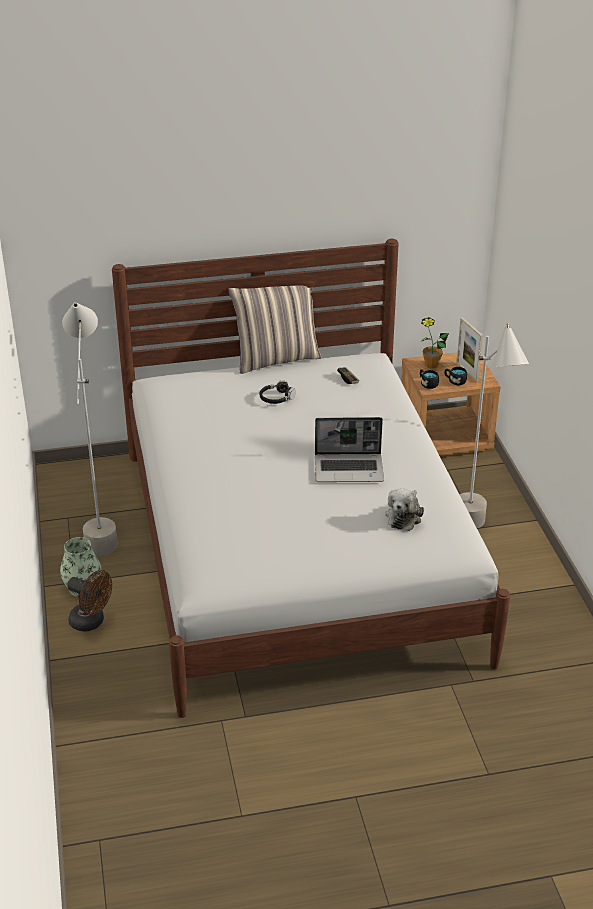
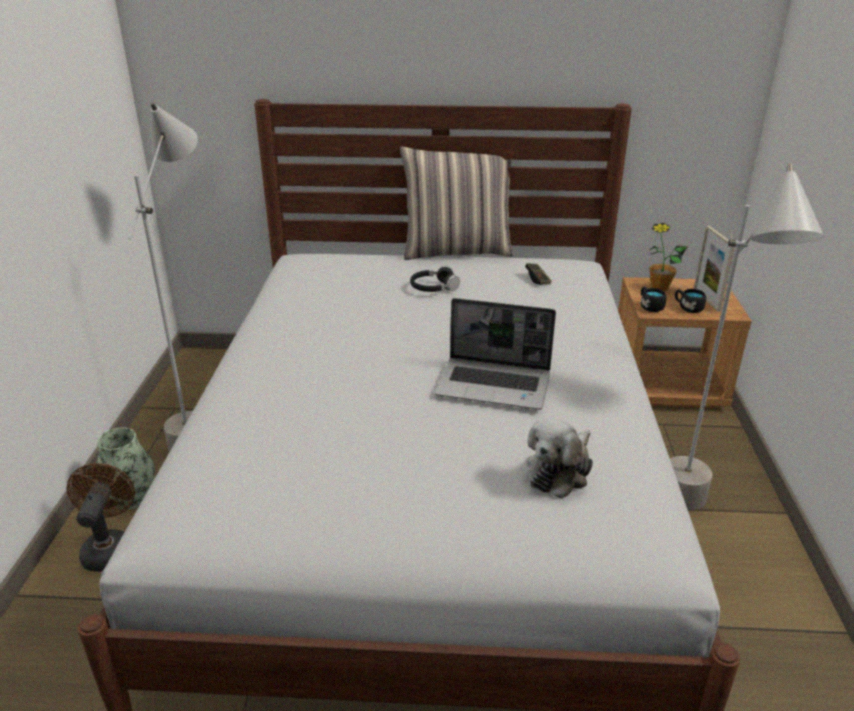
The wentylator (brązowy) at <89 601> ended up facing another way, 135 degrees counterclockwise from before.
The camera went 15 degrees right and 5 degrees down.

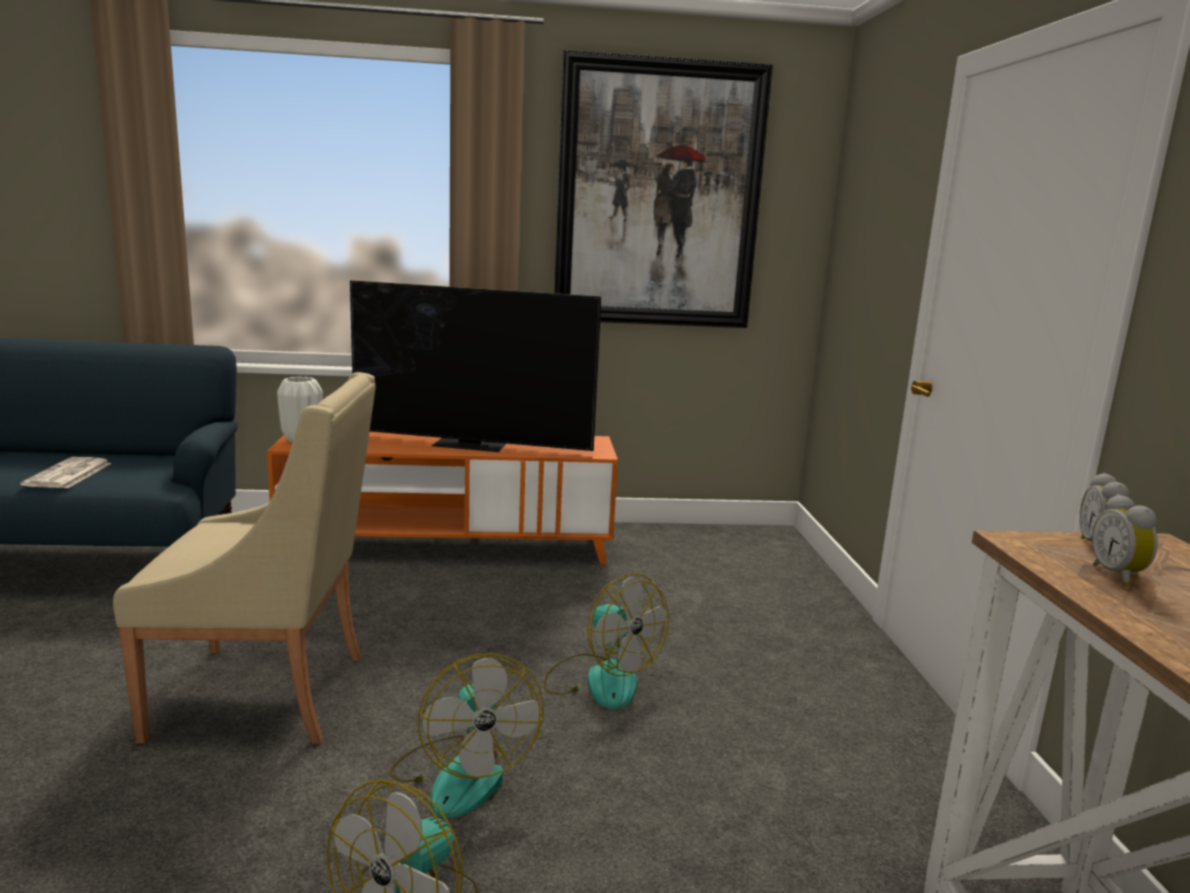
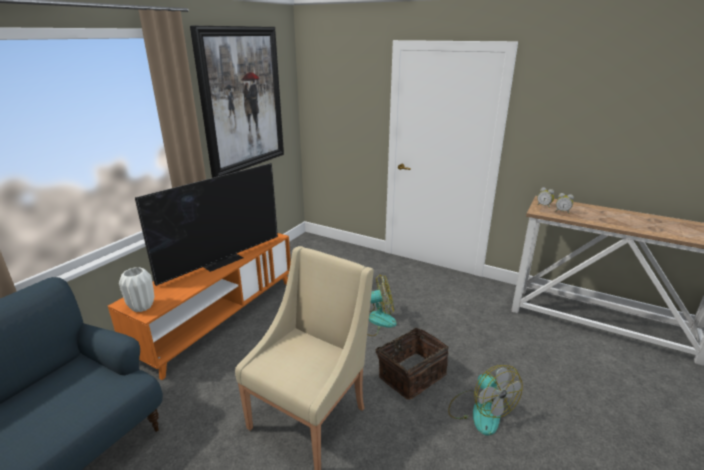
The second view lost the gazeta at <66 472>.
Where the wentylator stood at <466 735>, the koszyk came to stand at <410 363>.
The camera went 55 degrees left and 10 degrees up.

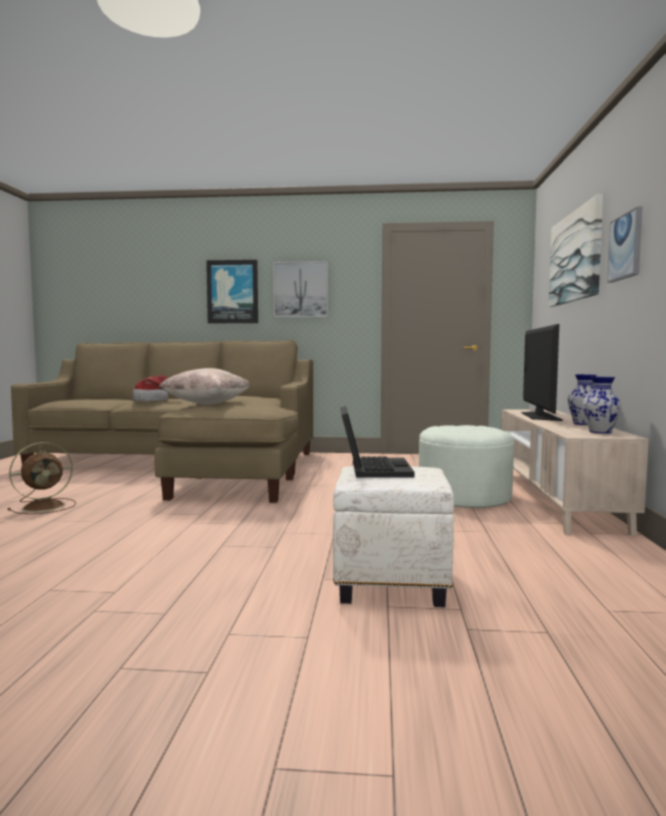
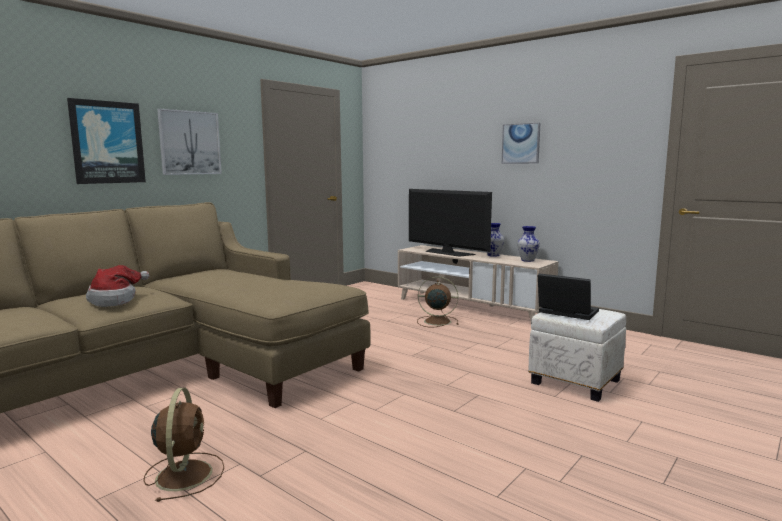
The second view lost the obraz at <576 250>.
The second view lost the poduszka (beżowy) at <204 386>.
Where the pufa (biały) stood at <466 466>, the wentylator (brązowy) came to stand at <437 302>.
The camera went 55 degrees left and 5 degrees up.

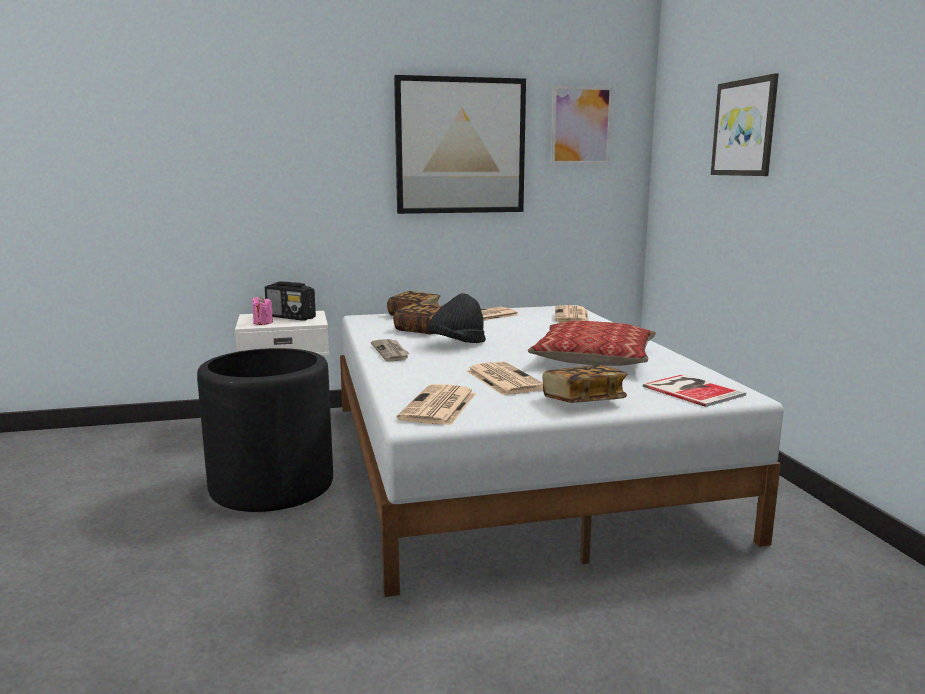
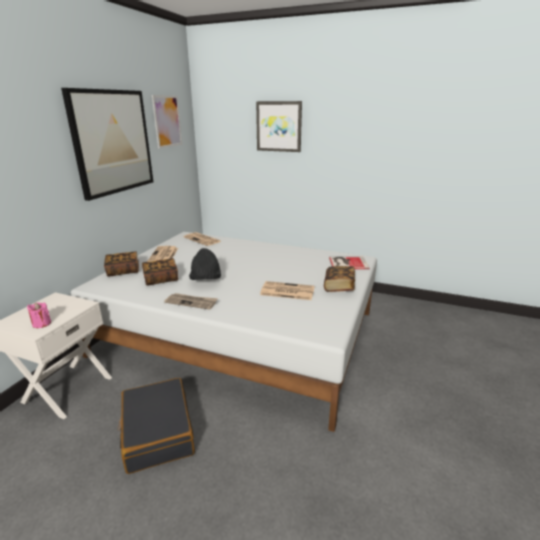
The second view lost the radio at <290 301>.
The second view lost the poduszka at <592 343>.
Where the donica (czarny) stood at <265 430>, the walizka (czarny) came to stand at <156 426>.
The second view lost the gazeta at <436 405>.
The camera went 55 degrees left and 10 degrees up.

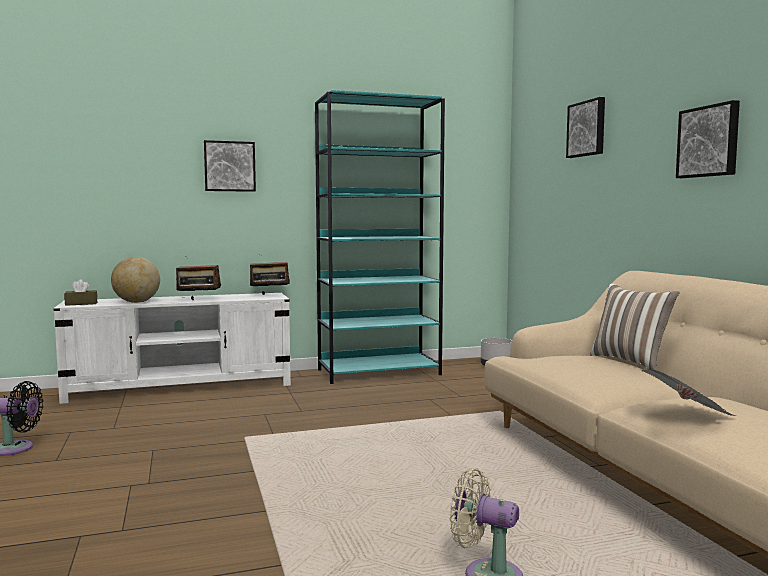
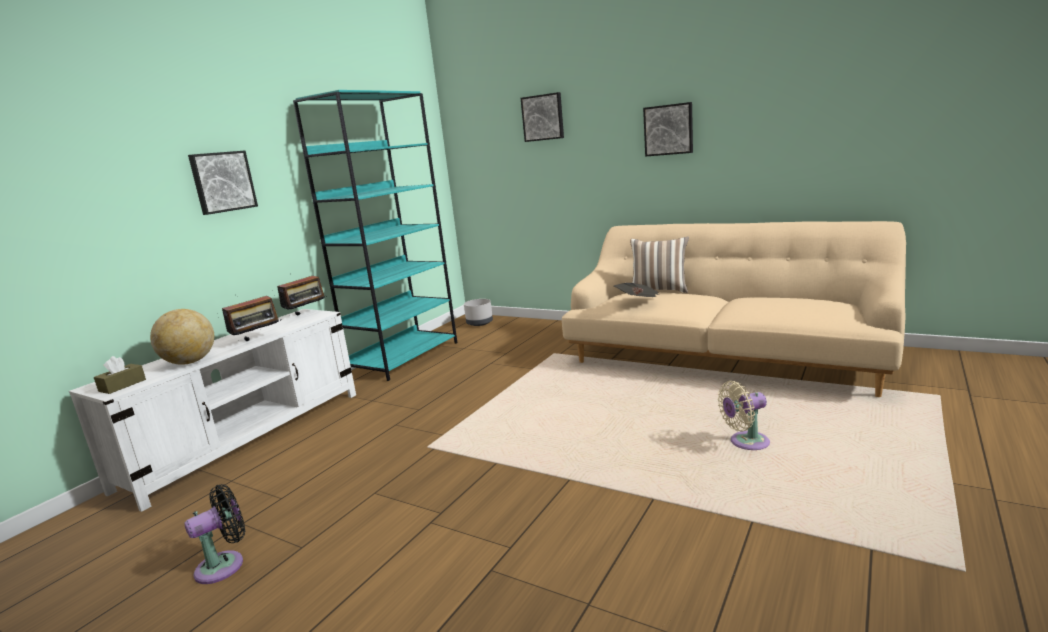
The gazeta ended up elsewhere, having gone from <688 392> to <636 290>.
The camera went 40 degrees left and 10 degrees up.

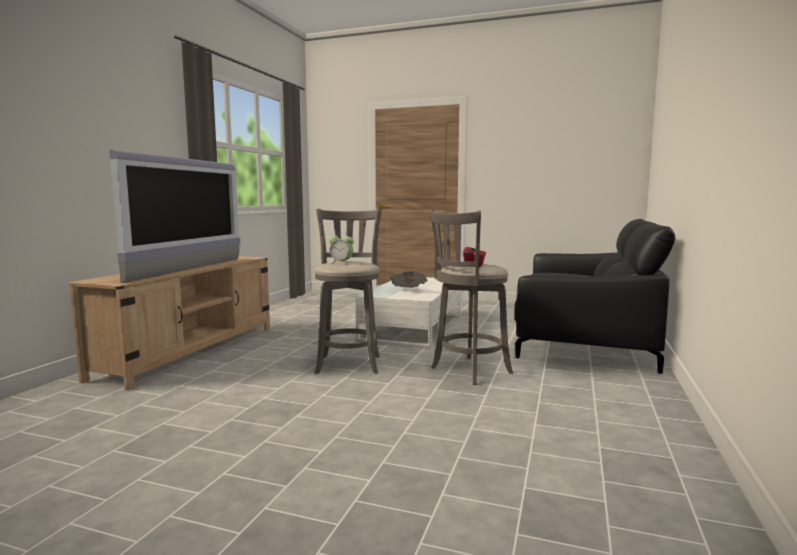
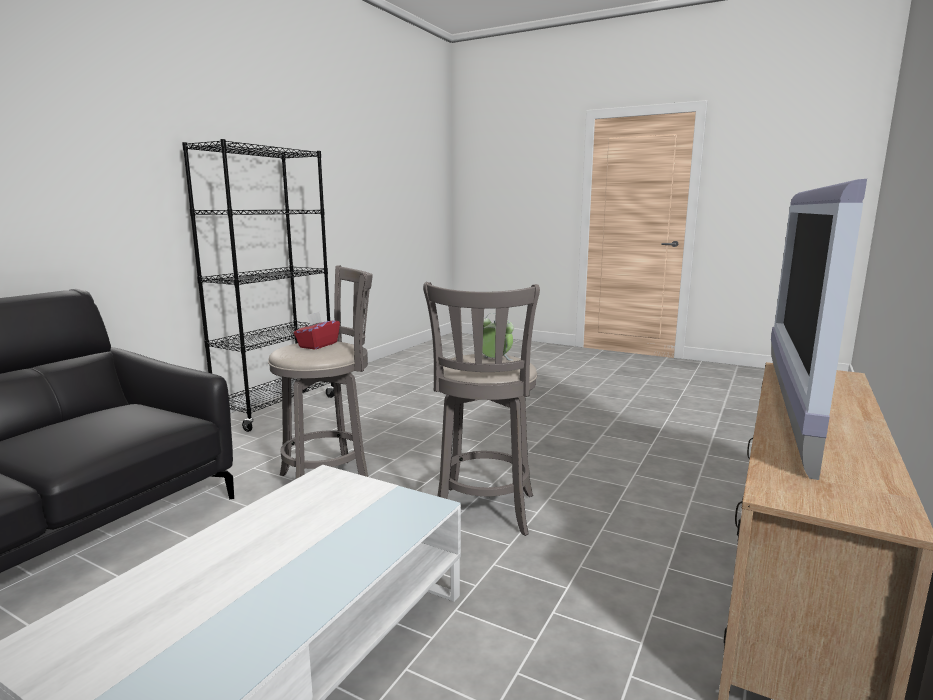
The second view lost the gazeta at <408 279>.
The second view gained the regał (czarny) at <258 285>.
The camera went 170 degrees left and 5 degrees up.

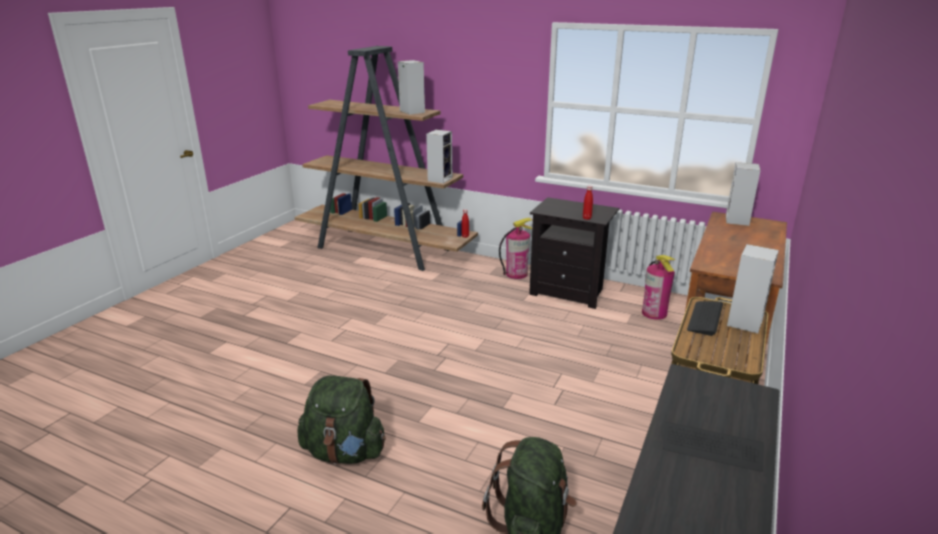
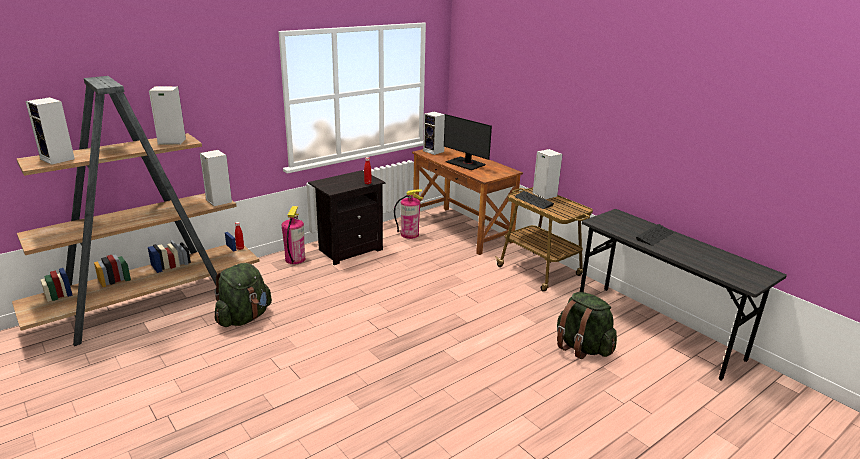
The plecak (zielony) ended up elsewhere, having gone from <341 420> to <243 295>.
The second view gained the głośnik at <50 131>.
The second view gained the monitor at <468 142>.
The camera went 65 degrees left and 0 degrees up.

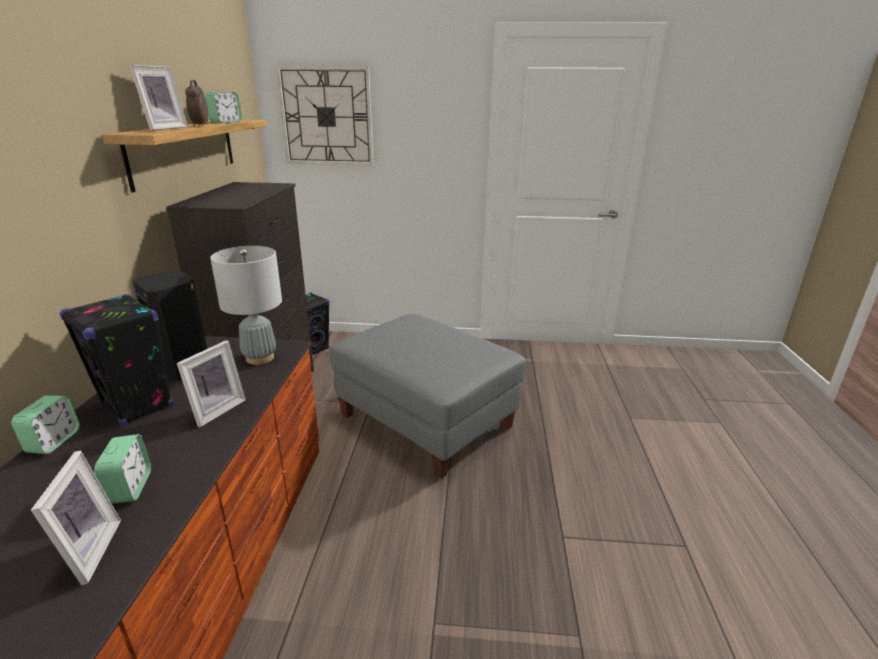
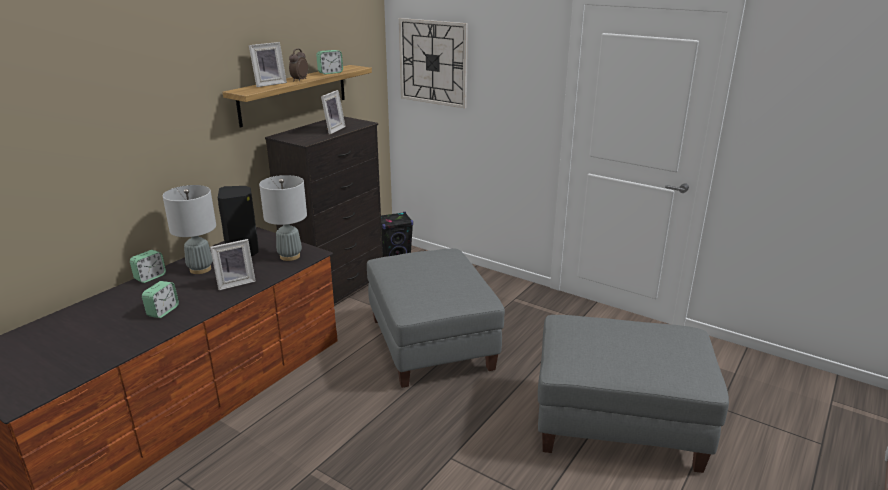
Where the głośnik (czarny) stood at <116 360>, the lampa stołowa (szary) came to stand at <189 229>.
The ramka na zdjęcie ended up elsewhere, having gone from <76 518> to <333 112>.
The second view gained the pufa (szary) at <633 394>.
The camera went 30 degrees right and 0 degrees up.

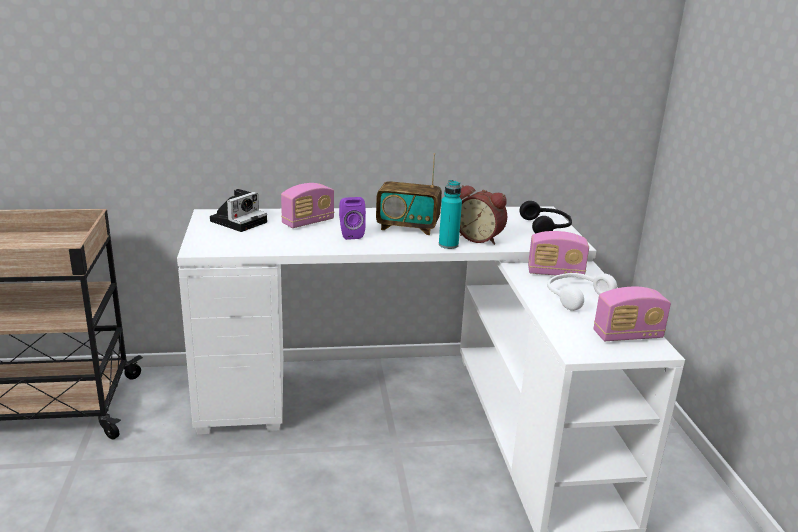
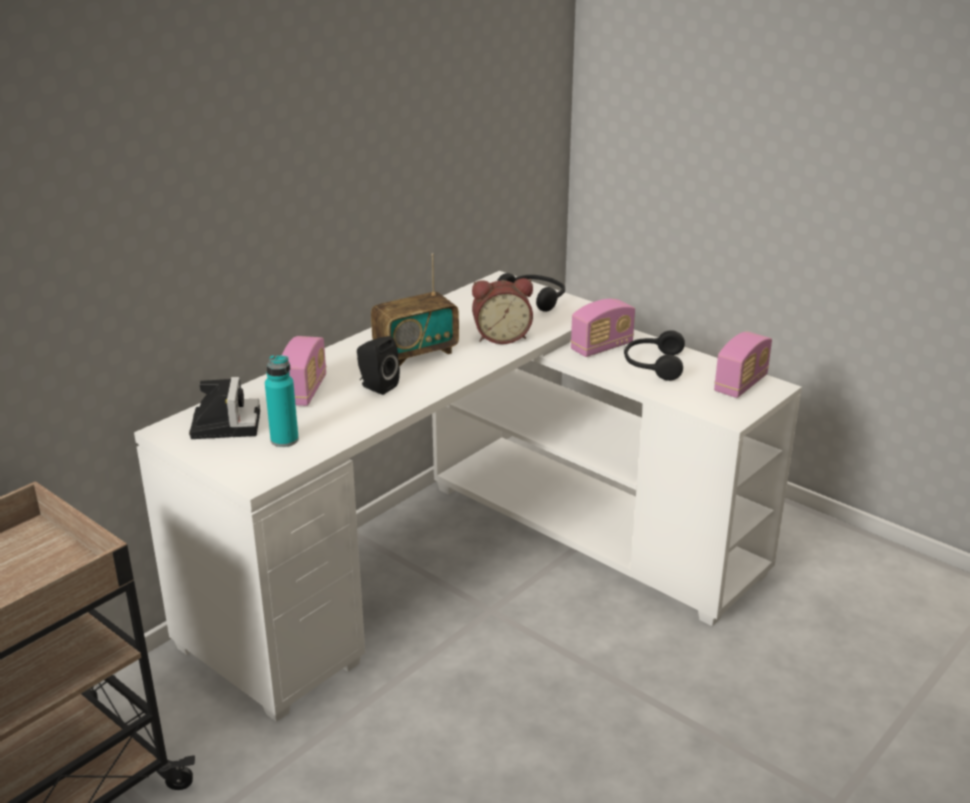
The butelka (turkusowy) ended up elsewhere, having gone from <450 214> to <282 401>.
What was the głośnik (fioletowy) at <352 218> turned into the głośnik (czarny) at <378 365>.
What was the słuchawki (biały) at <582 292> turned into the słuchawki (czarny) at <654 355>.
The camera went 40 degrees left and 5 degrees up.

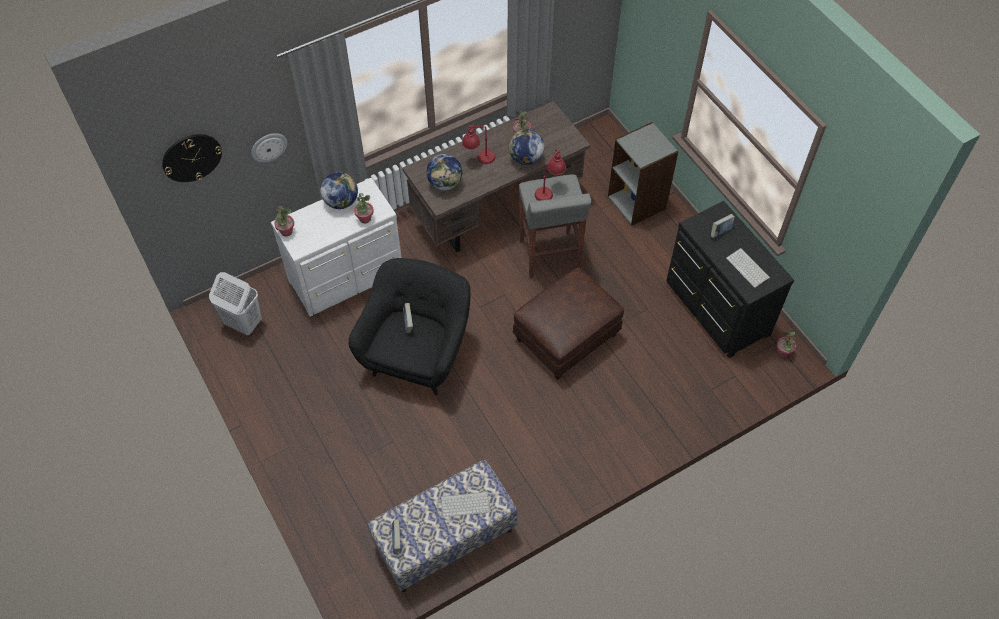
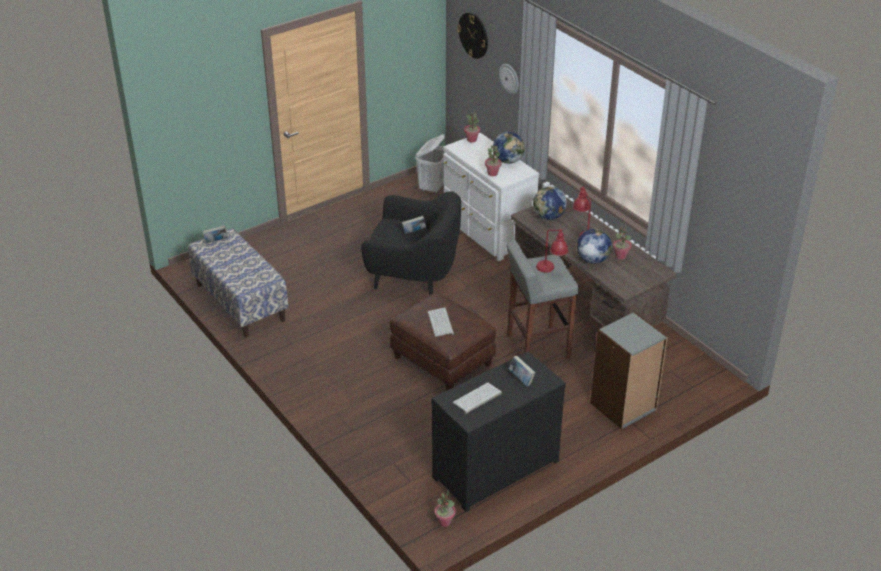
The klawiatura ended up elsewhere, having gone from <465 504> to <441 322>.
The camera went 85 degrees right and 20 degrees down.

